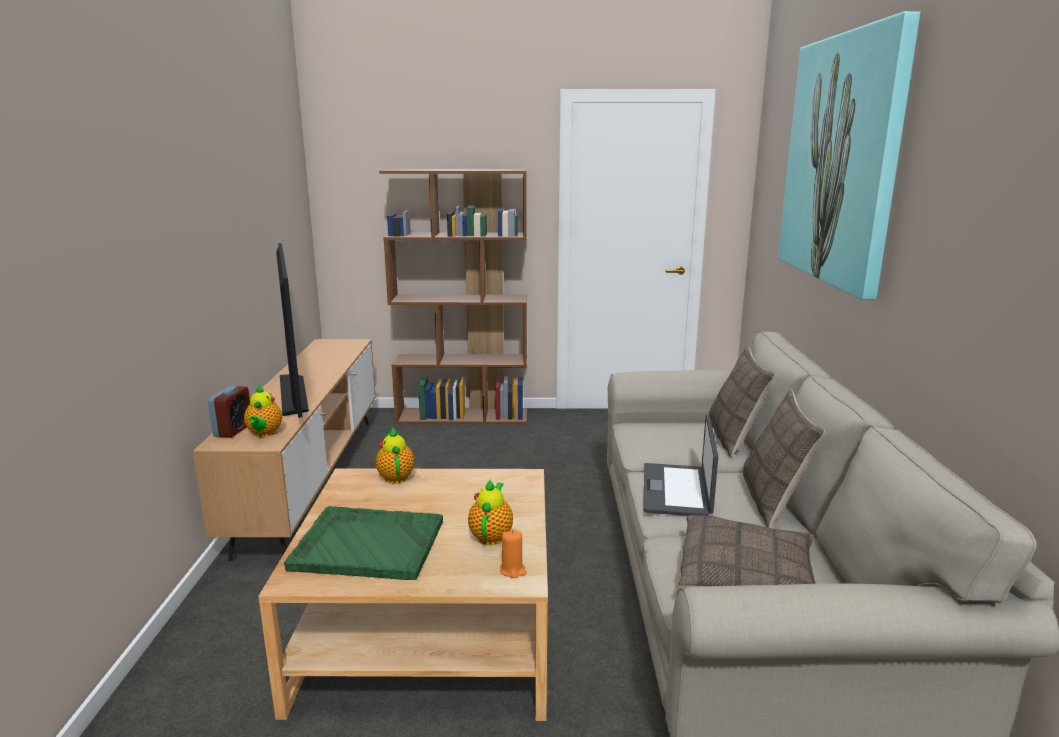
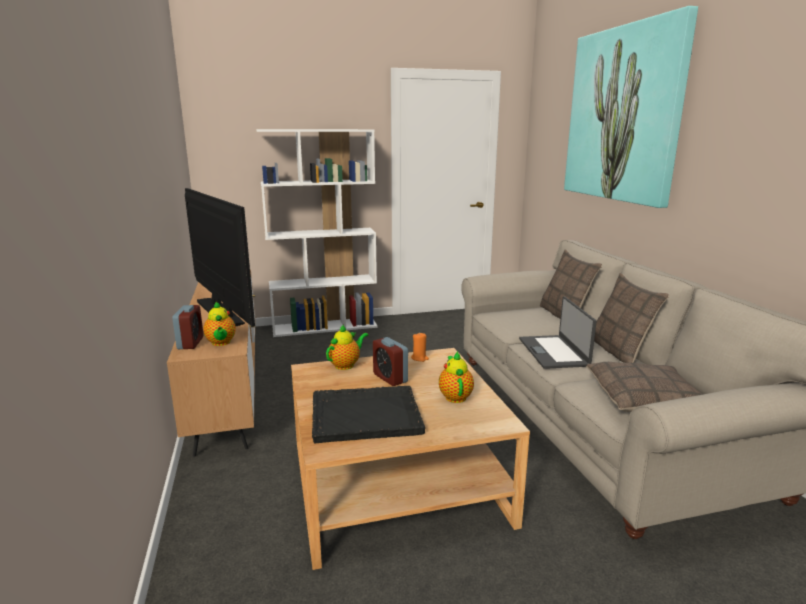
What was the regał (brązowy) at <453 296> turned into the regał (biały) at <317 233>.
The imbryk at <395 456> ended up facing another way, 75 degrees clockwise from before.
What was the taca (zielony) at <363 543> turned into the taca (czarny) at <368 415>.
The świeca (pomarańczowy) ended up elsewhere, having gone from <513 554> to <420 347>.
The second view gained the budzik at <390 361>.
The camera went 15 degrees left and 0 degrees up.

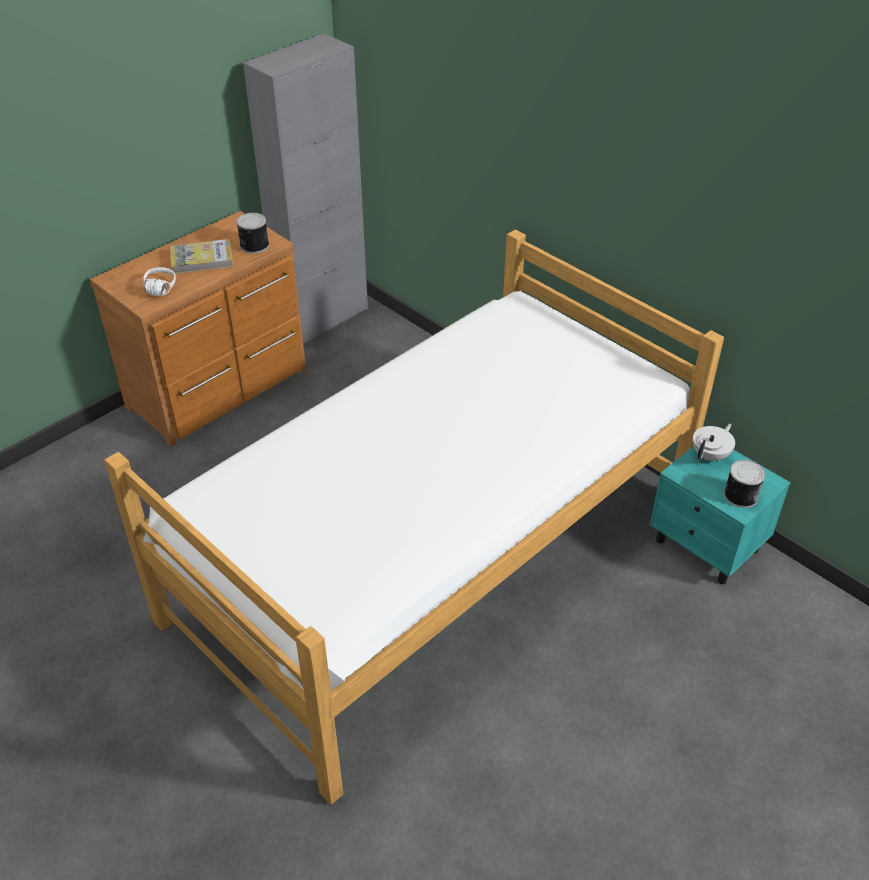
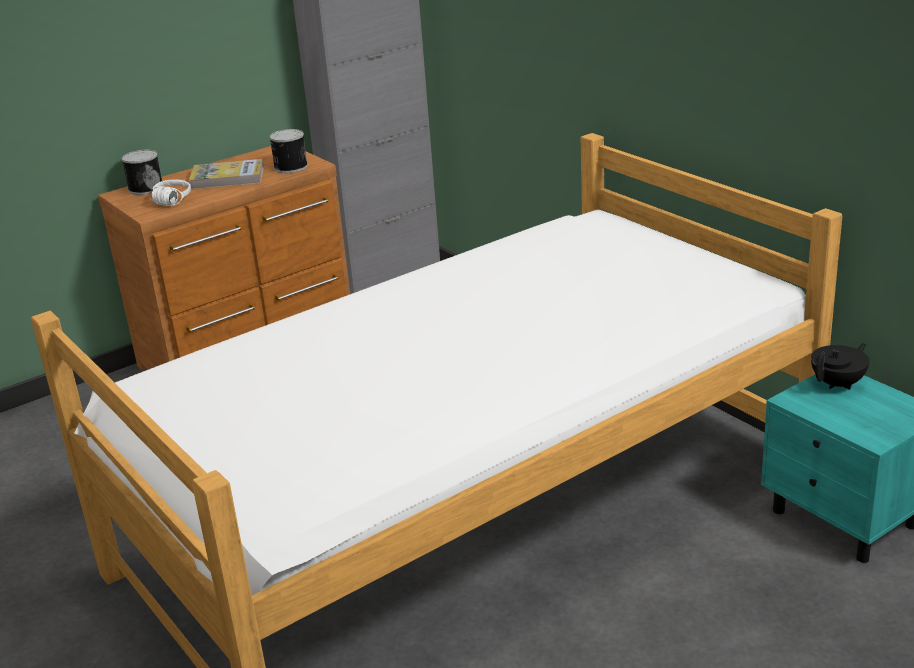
What was the imbryk (biały) at <714 442> turned into the imbryk (czarny) at <840 366>.
The puszka ended up elsewhere, having gone from <745 484> to <141 172>.
The camera went 10 degrees right and 15 degrees down.

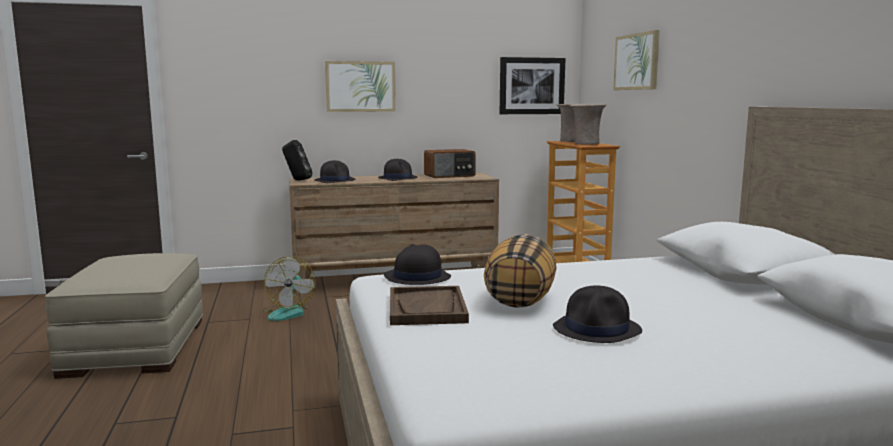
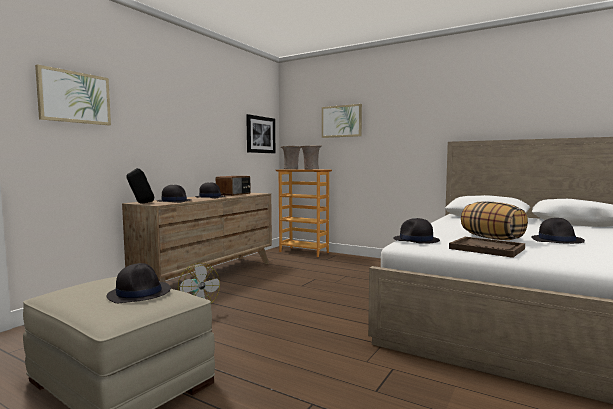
The obraz ended up elsewhere, having gone from <360 86> to <73 94>.
The second view gained the kapelusz (czarny) at <138 283>.
The camera went 45 degrees left and 5 degrees down.

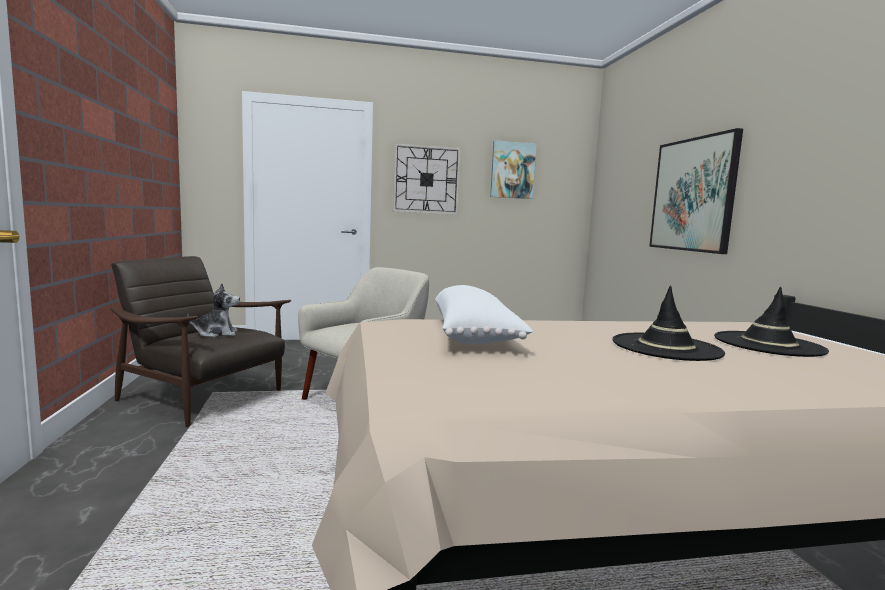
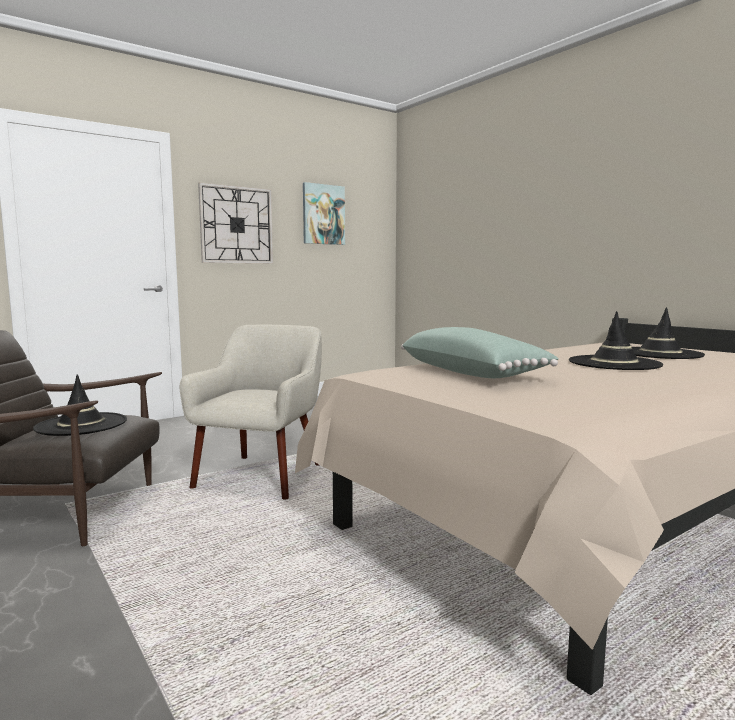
The second view lost the obraz at <696 191>.
Where the pluszak stood at <213 310>, the kapelusz (czarny) came to stand at <80 405>.
What was the poduszka (biały) at <484 314> turned into the poduszka (zielony) at <480 352>.
The camera went 25 degrees left and 0 degrees up.

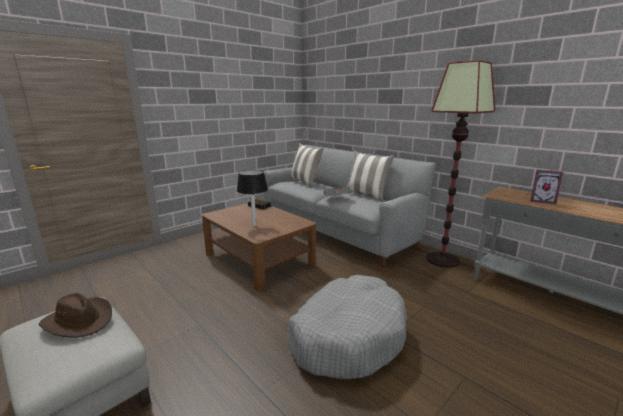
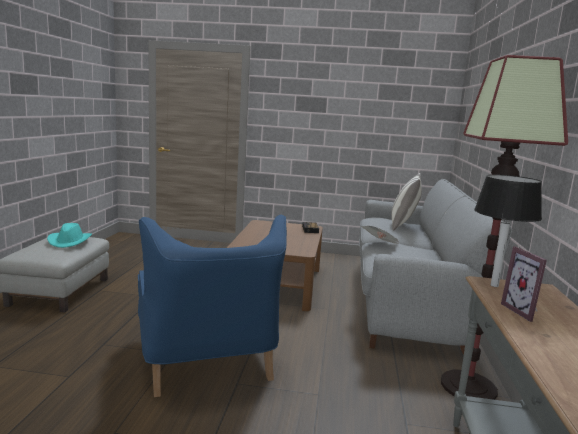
The second view lost the poduszka at <371 176>.
The lampa stołowa (czarny) ended up elsewhere, having gone from <252 198> to <508 230>.
Where the legowisko (szary) stood at <347 327>, the fotel (niebieski) came to stand at <212 306>.
What was the kapelusz (brązowy) at <75 315> turned into the kapelusz (turkusowy) at <69 235>.
The camera went 50 degrees right and 5 degrees down.

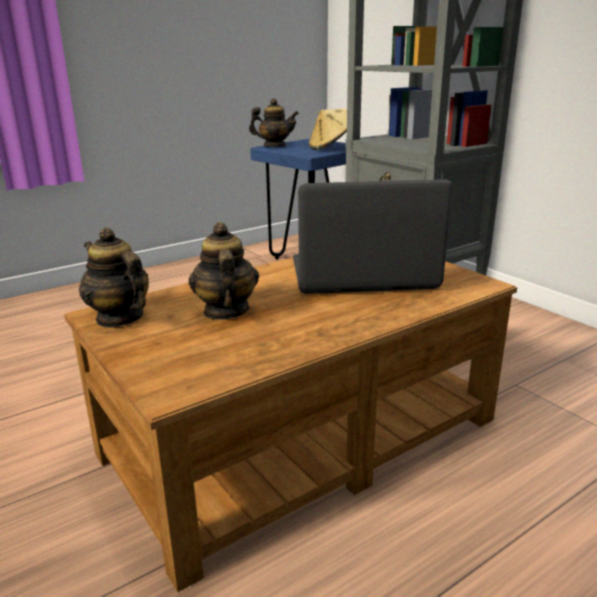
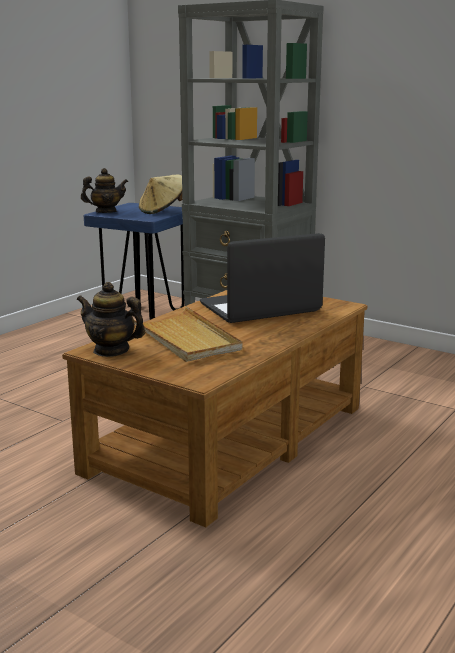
Where the imbryk stood at <223 271>, the taca (beżowy) came to stand at <188 334>.
The camera went 20 degrees left and 5 degrees down.

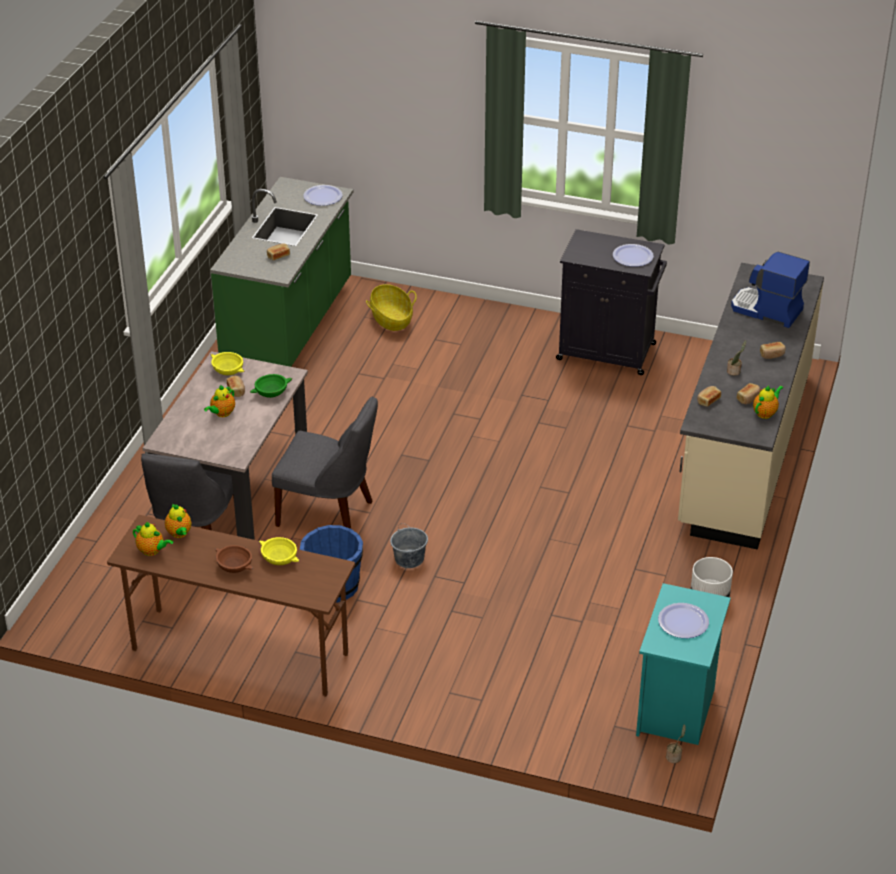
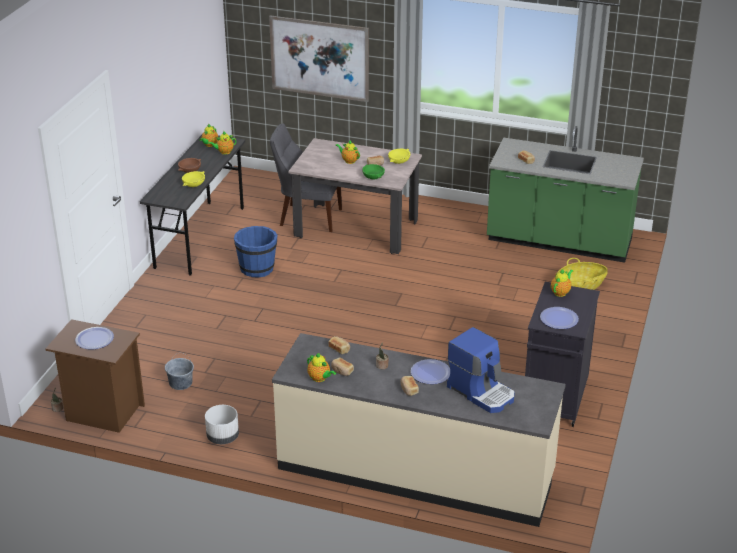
The talerz ended up elsewhere, having gone from <323 195> to <430 371>.
The ekspres do kawy at <770 290> ended up facing another way, 105 degrees clockwise from before.
The second view lost the krzesło (szary) at <325 462>.
What was the biurko (brązowy) at <231 606> turned into the biurko (szary) at <192 205>.
The wiadro (szary) ended up elsewhere, having gone from <409 545> to <179 371>.
What was the szafka nocna (turkusowy) at <683 664> turned into the szafka nocna (brązowy) at <95 376>.
The second view gained the obraz at <319 58>.
The second view gained the imbryk at <562 283>.
The camera went 90 degrees right and 5 degrees down.

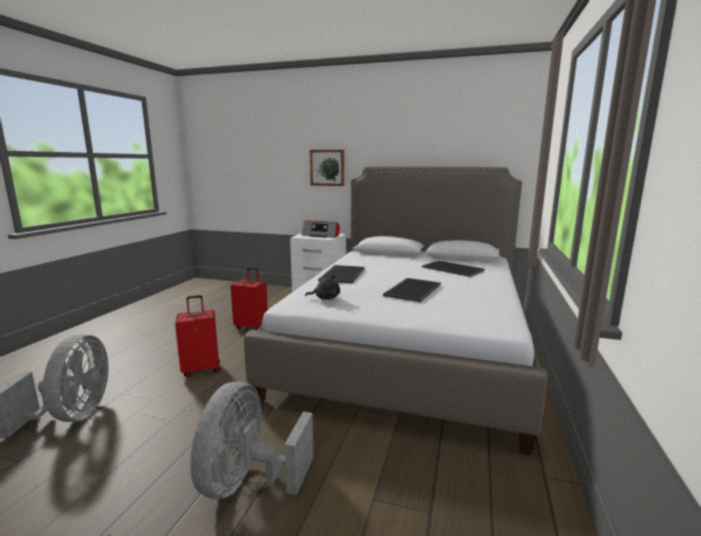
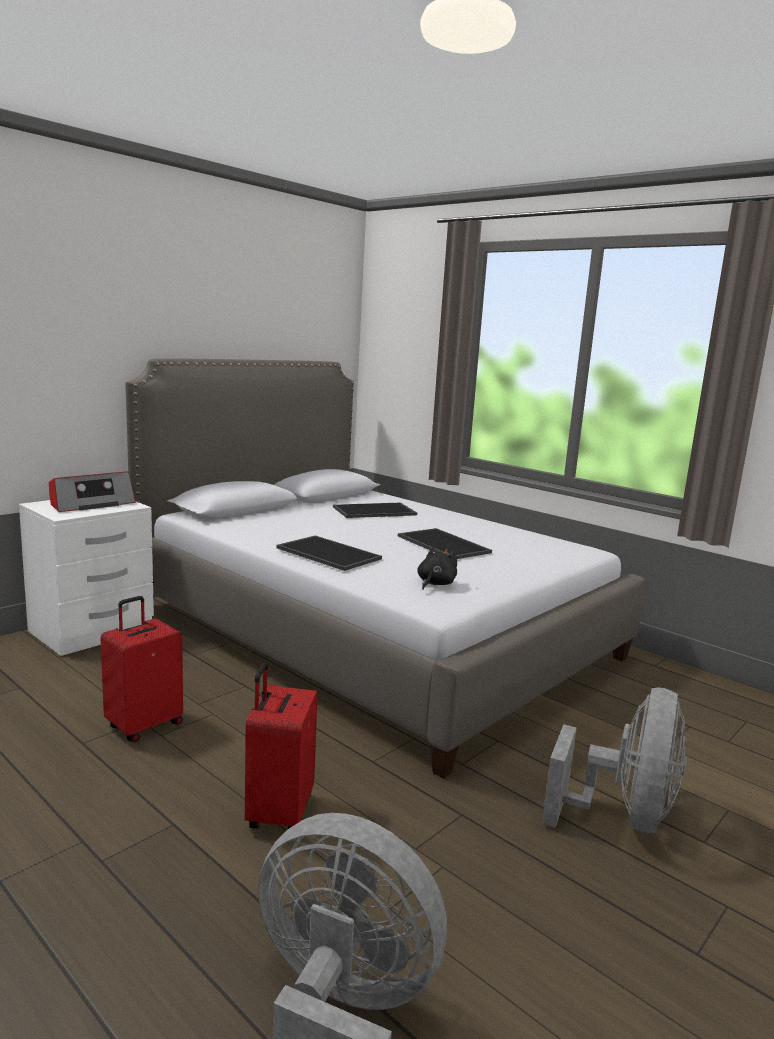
The second view lost the obraz at <327 168>.
The wentylator (szary) at <251 440> ended up facing another way, 105 degrees counterclockwise from before.
The camera went 65 degrees left and 0 degrees up.

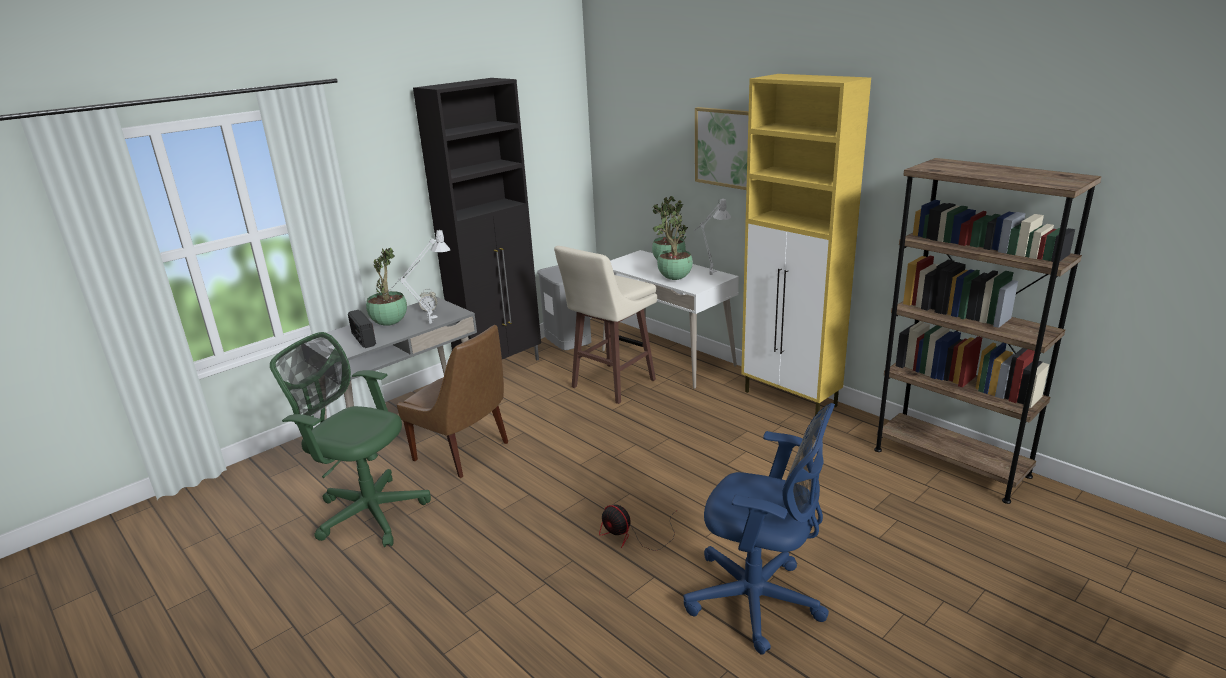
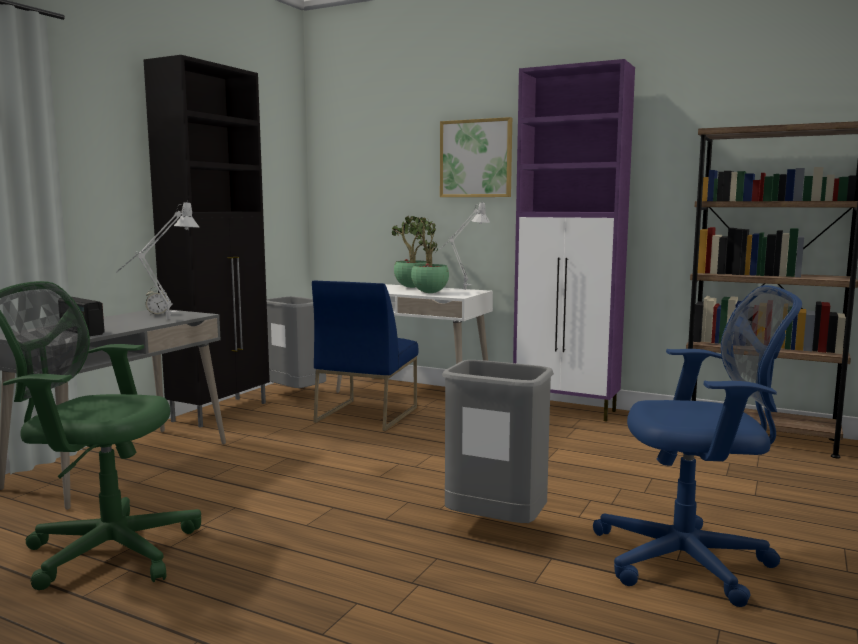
What was the szafka (żółty) at <806 244> turned into the szafka (fioletowy) at <574 240>.
Where the stołek (beżowy) stood at <605 325>, the krzesło (niebieski) came to stand at <365 355>.
The second view lost the roślina doniczkowa at <386 287>.
The second view lost the krzesło (brązowy) at <452 401>.
Where the wentylator stood at <637 528>, the kosz na śmieci (szary) came to stand at <498 441>.
The camera went 20 degrees left and 15 degrees down.

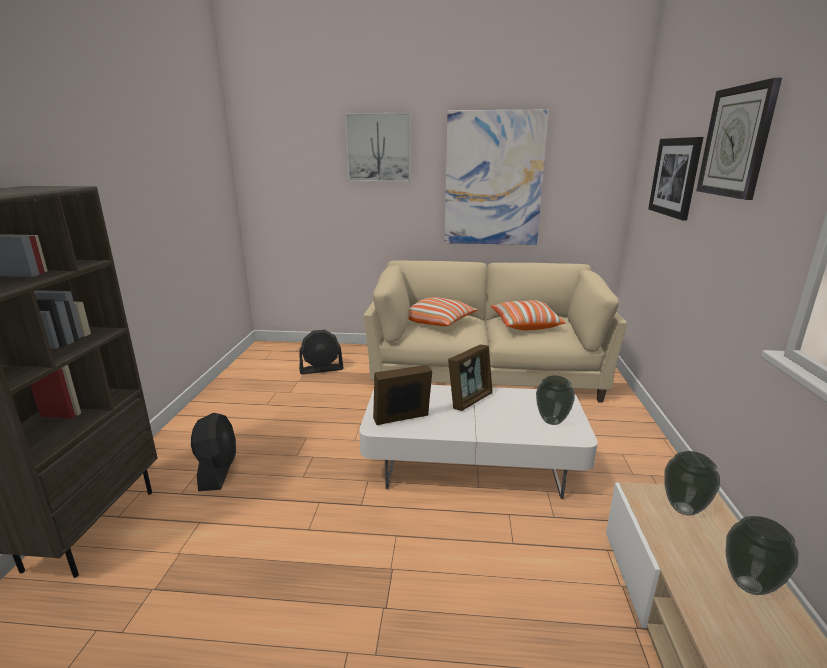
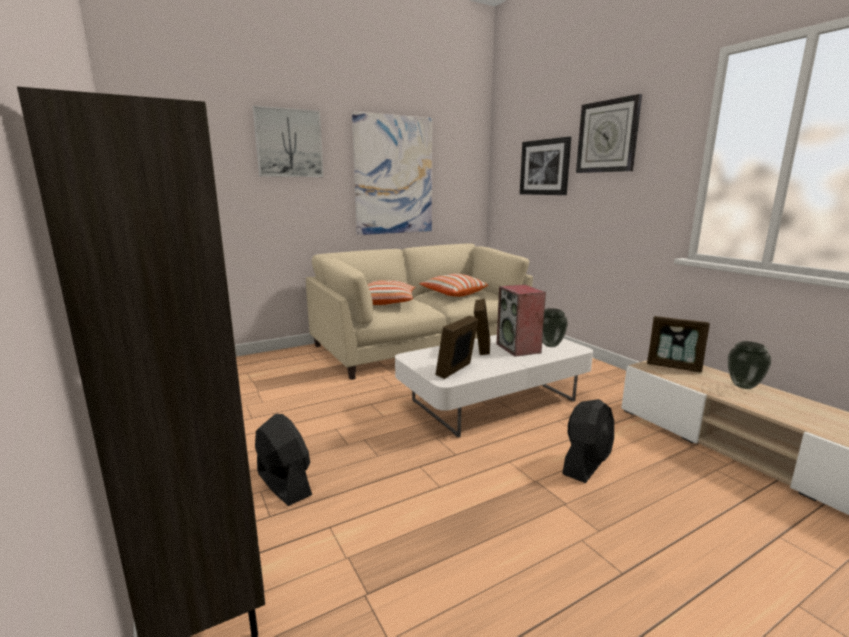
The wentylator (czarny) ended up elsewhere, having gone from <321 352> to <588 441>.
Where the wazon stood at <692 483>, the ramka na zdjęcie came to stand at <678 344>.
The second view gained the głośnik at <521 320>.
The camera went 35 degrees left and 5 degrees down.

